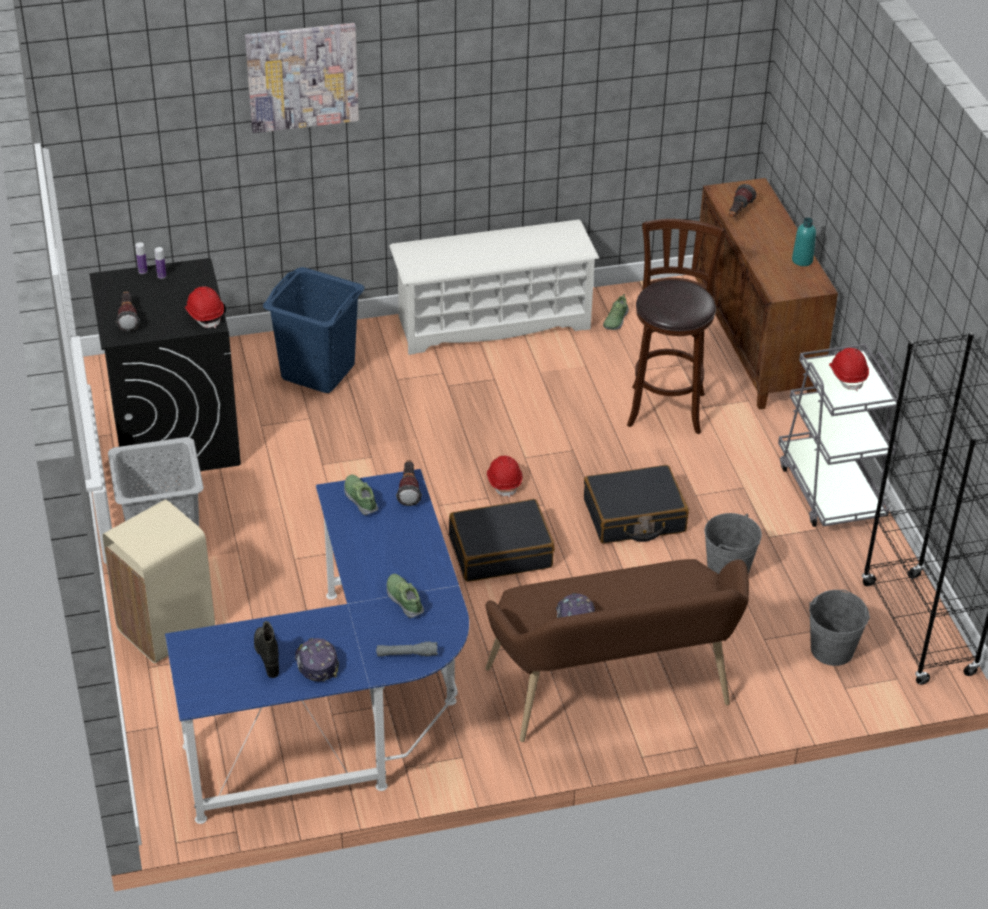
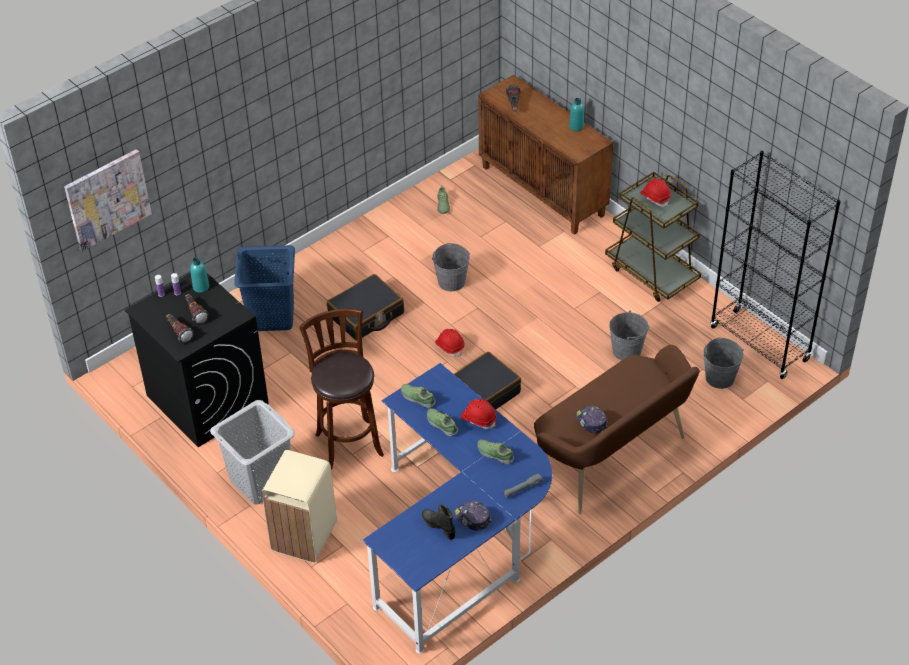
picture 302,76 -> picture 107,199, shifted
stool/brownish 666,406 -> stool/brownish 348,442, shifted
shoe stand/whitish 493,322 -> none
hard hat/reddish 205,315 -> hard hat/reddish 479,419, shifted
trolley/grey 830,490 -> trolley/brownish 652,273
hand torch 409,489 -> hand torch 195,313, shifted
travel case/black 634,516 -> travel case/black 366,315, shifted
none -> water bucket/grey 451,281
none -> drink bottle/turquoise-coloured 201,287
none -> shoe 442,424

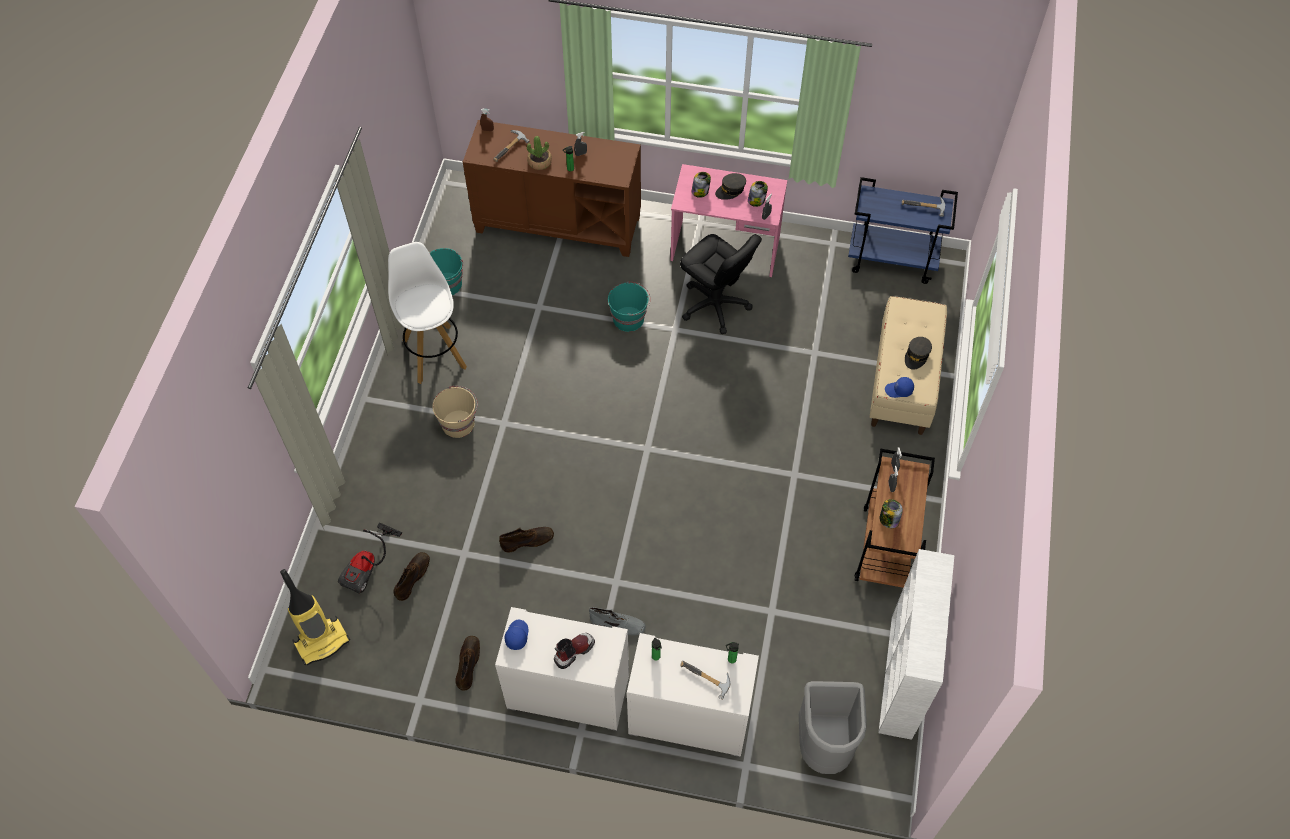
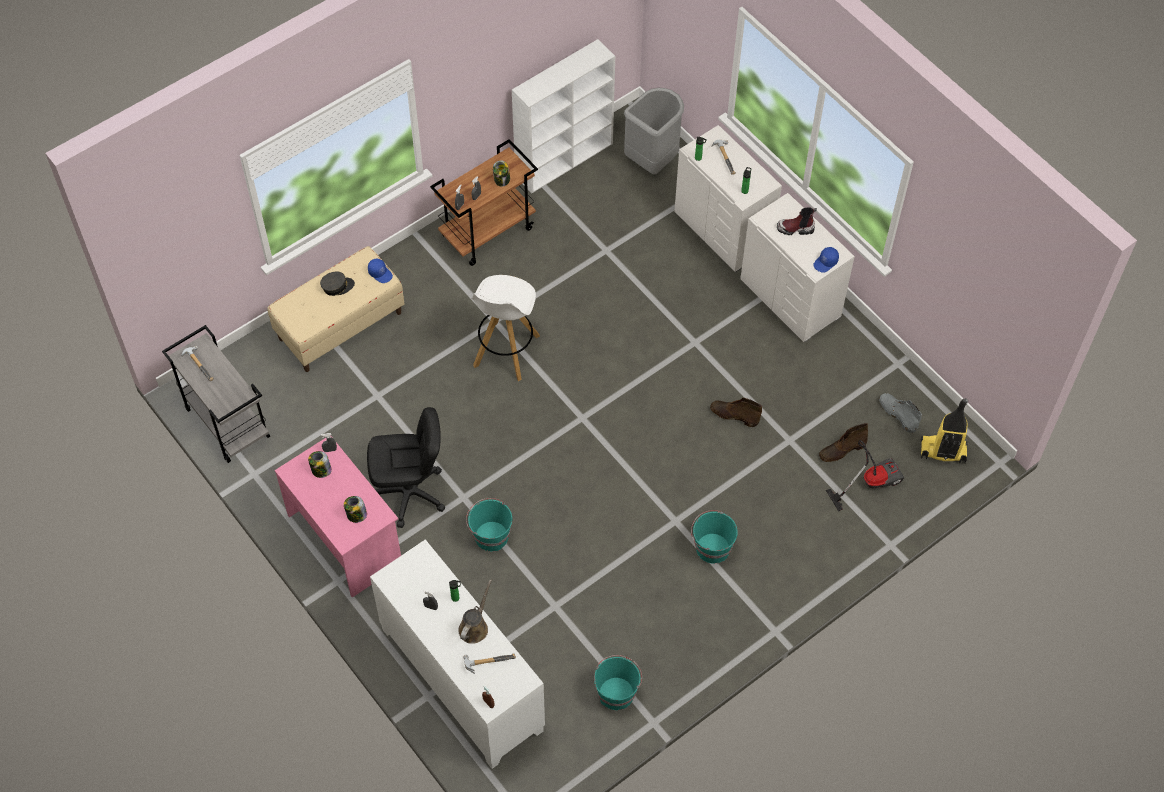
cabinet/brownish 558,223 -> cabinet/whitish 460,680
houseplant 540,162 -> watering can/brownish 474,627
peaked cap/grey 730,190 -> none
trolley/blue 892,260 -> trolley/grey 226,422
desk chair/black 715,305 -> desk chair/black 410,493, 90 degrees clockwise
stool/whitish 434,352 -> stool/whitish 506,351, shifted
water bucket/beige 459,423 -> water bucket/turquoise-coloured 712,548
tall boot/grey 618,624 -> tall boot/grey 897,414, shifted
tall boot/brownish 468,663 -> none

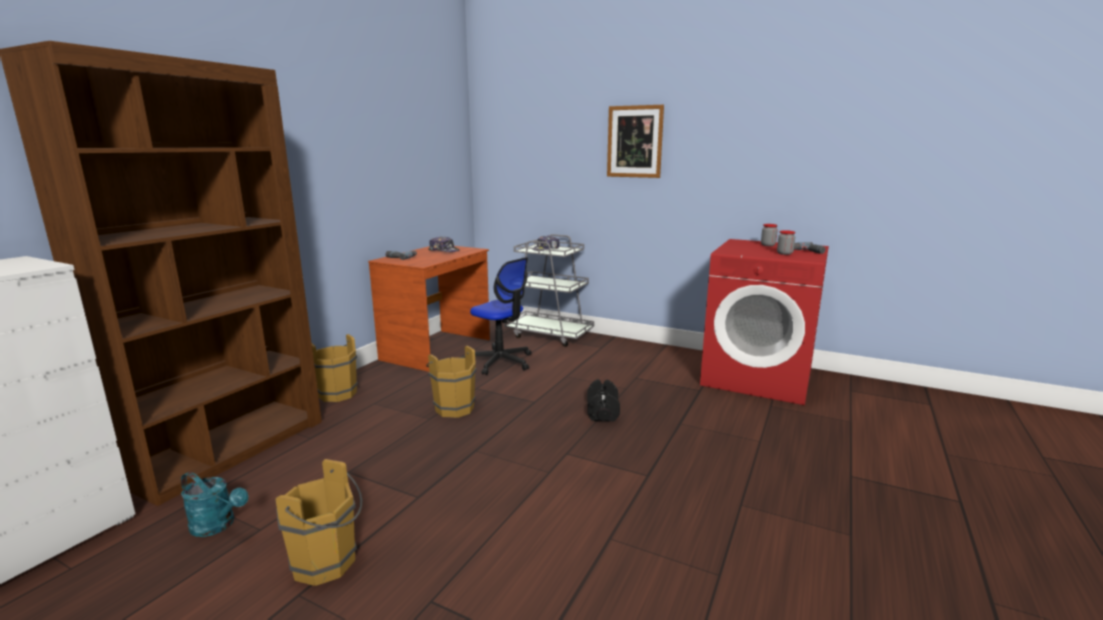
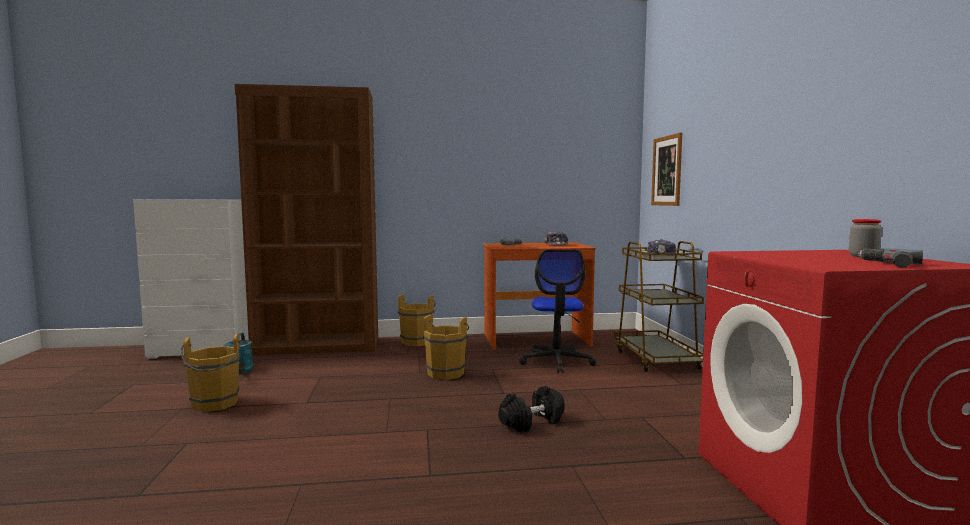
picture 634,141 -> picture 667,171, shifted
jar 784,253 -> none
trolley/grey 549,335 -> trolley/brownish 656,359

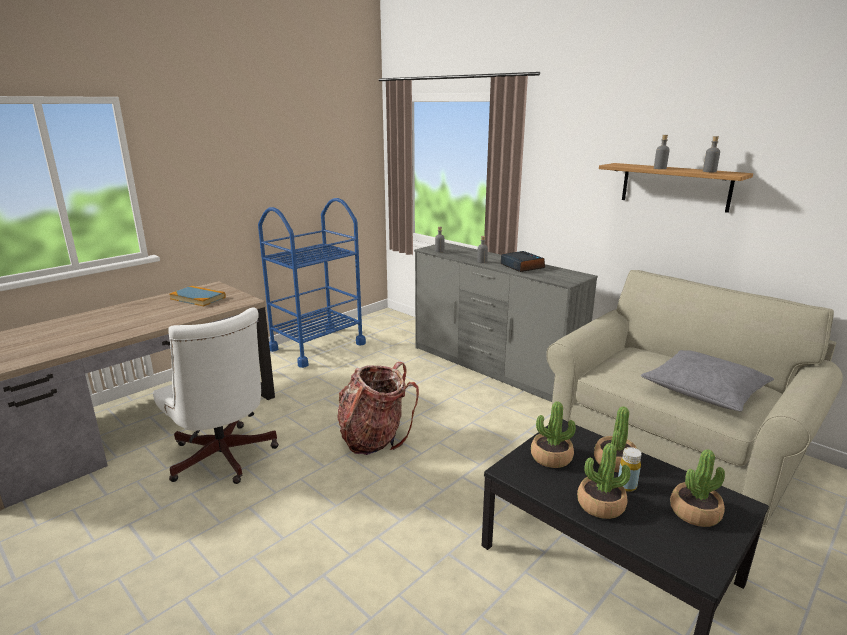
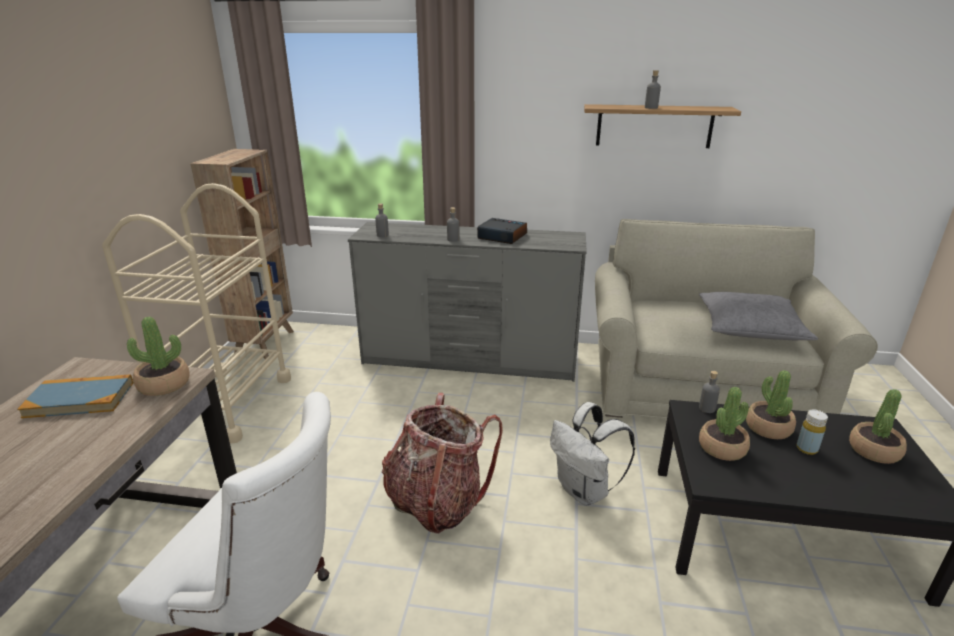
drink bottle/grey 709,171 -> drink bottle/grey 707,408, shifted
trolley/blue 317,346 -> trolley/beige 226,404
houseplant 600,505 -> houseplant 164,384, shifted
none -> bookshelf/brownish 266,342
none -> rucksack/whitish 585,491

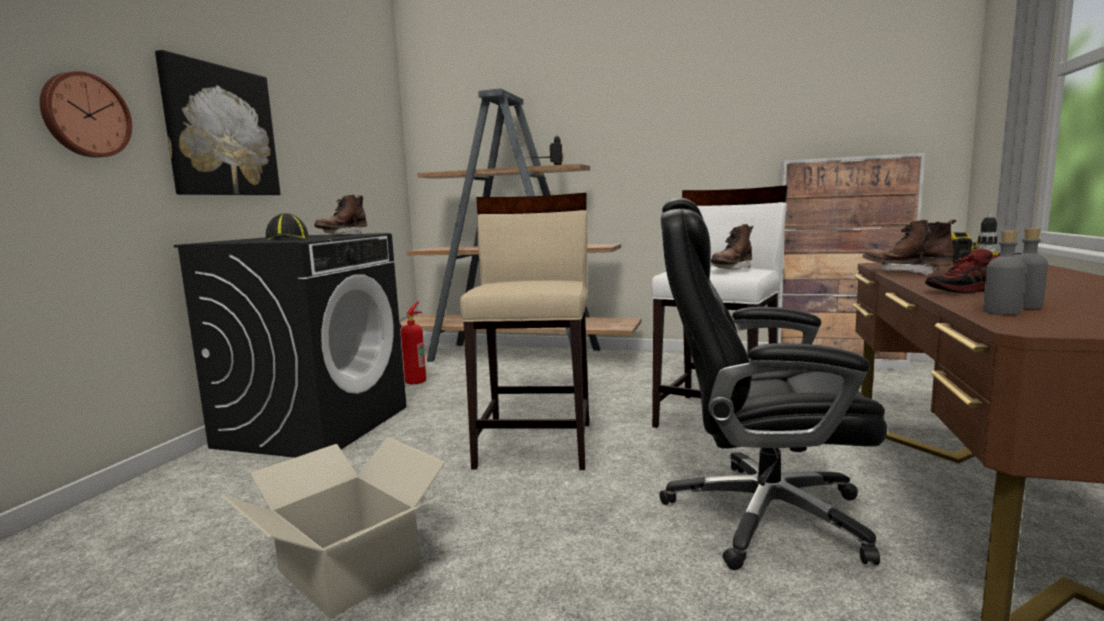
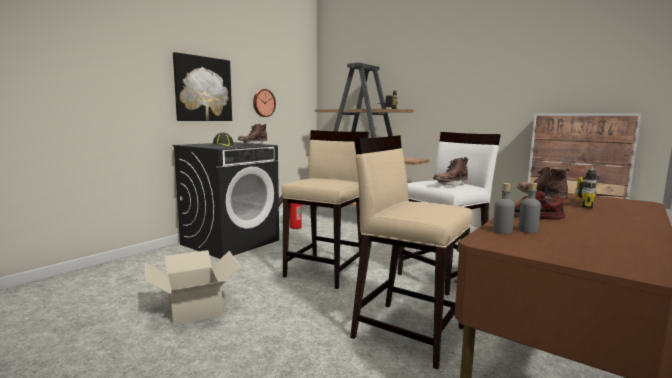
wall clock 85,115 -> wall clock 263,103, shifted
desk chair/black 760,515 -> stool/beige 407,331

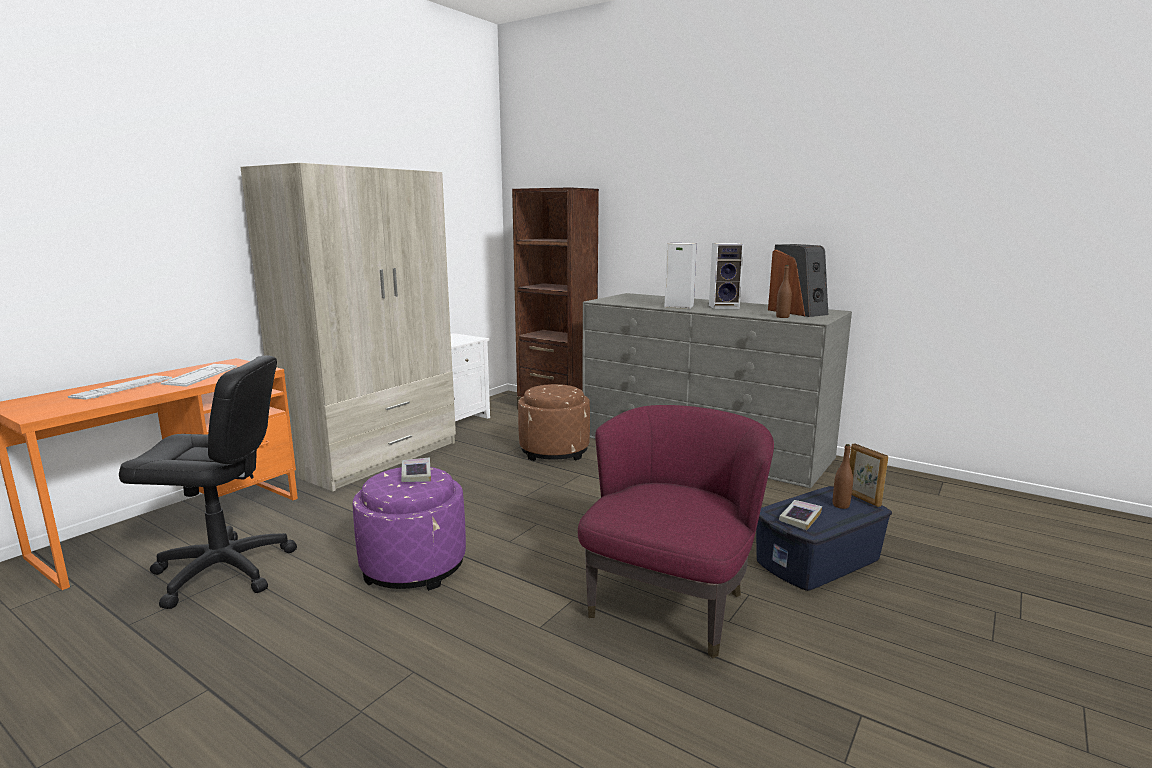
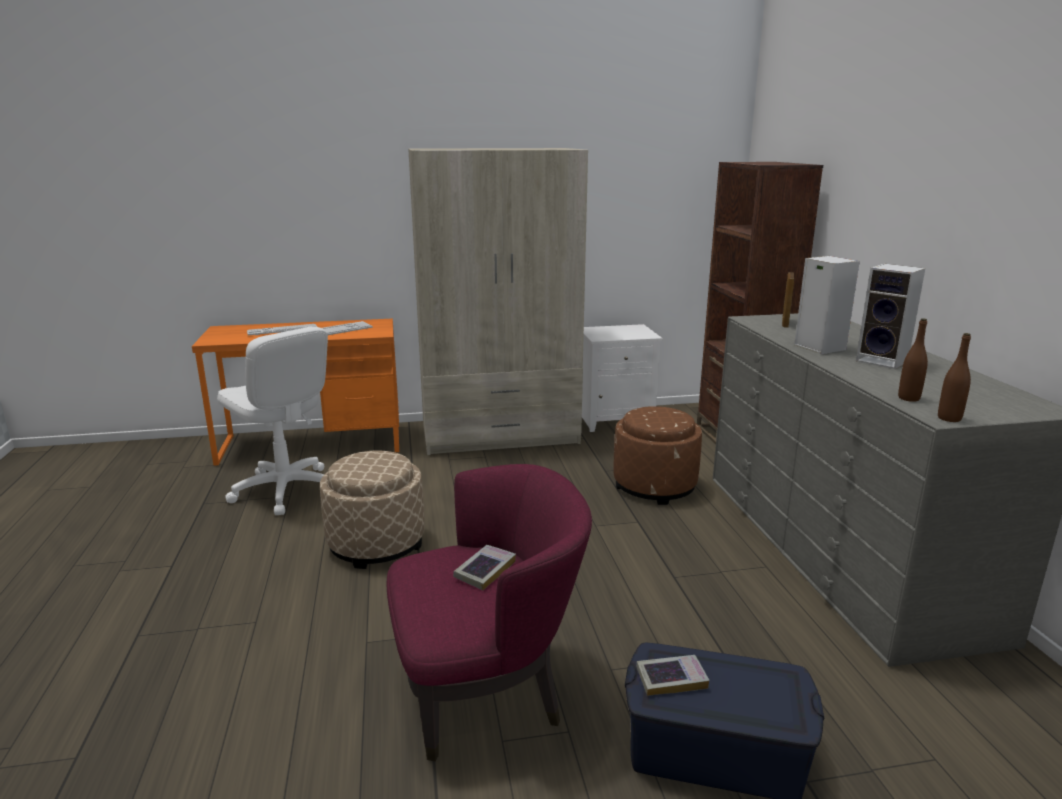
speaker 797,312 -> none
desk chair/black 223,571 -> desk chair/whitish 285,490
drink bottle/brownish 840,505 -> drink bottle/brownish 949,418, shifted
picture frame 862,499 -> picture frame 785,323, shifted
volume 416,474 -> volume 485,571, shifted
ottoman/purple-coloured 413,566 -> ottoman/beige 376,543

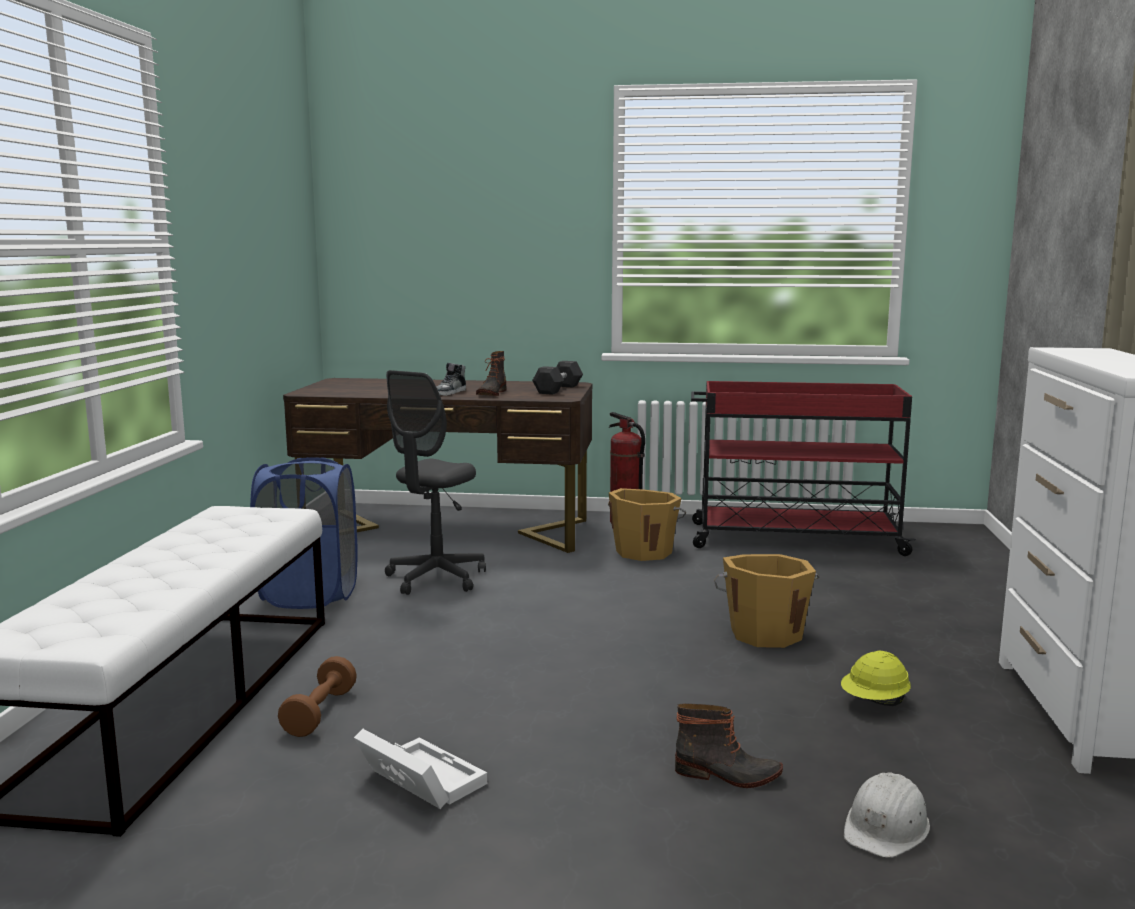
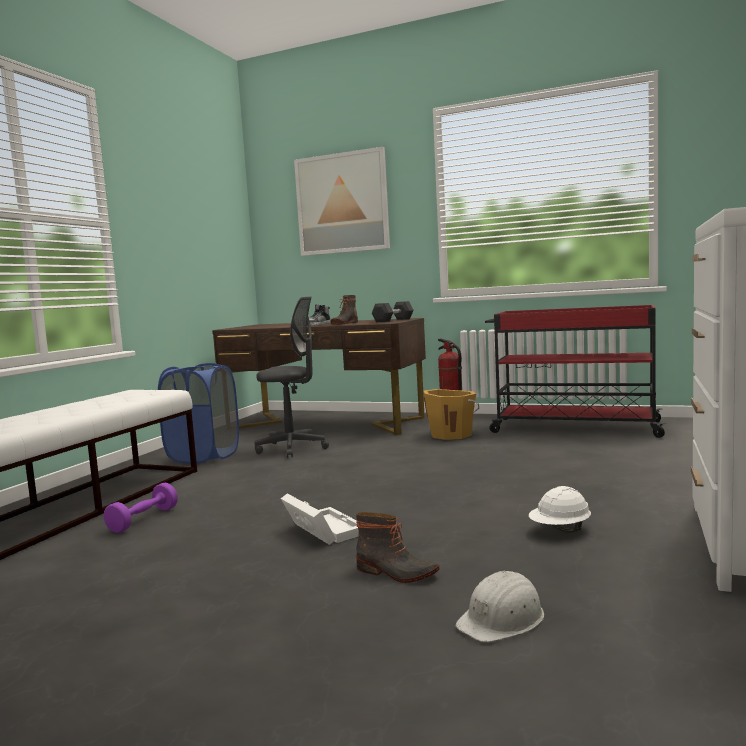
desk chair/grey 436,578 -> desk chair/grey 292,448, 120 degrees counterclockwise
water bucket/orange 765,633 -> none
hard hat/yellow-coloured 874,703 -> hard hat/whitish 560,530
hand weight/brownish 320,713 -> hand weight/purple-coloured 143,520
storage bin/whitish 418,780 -> storage bin/whitish 322,530, shifted
none -> picture 342,203

